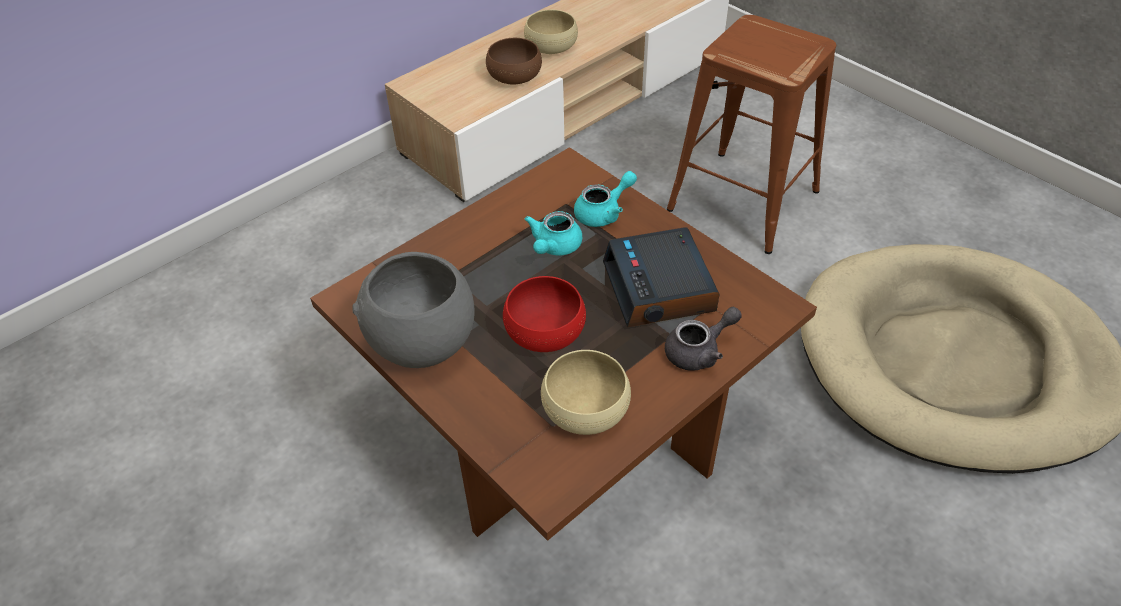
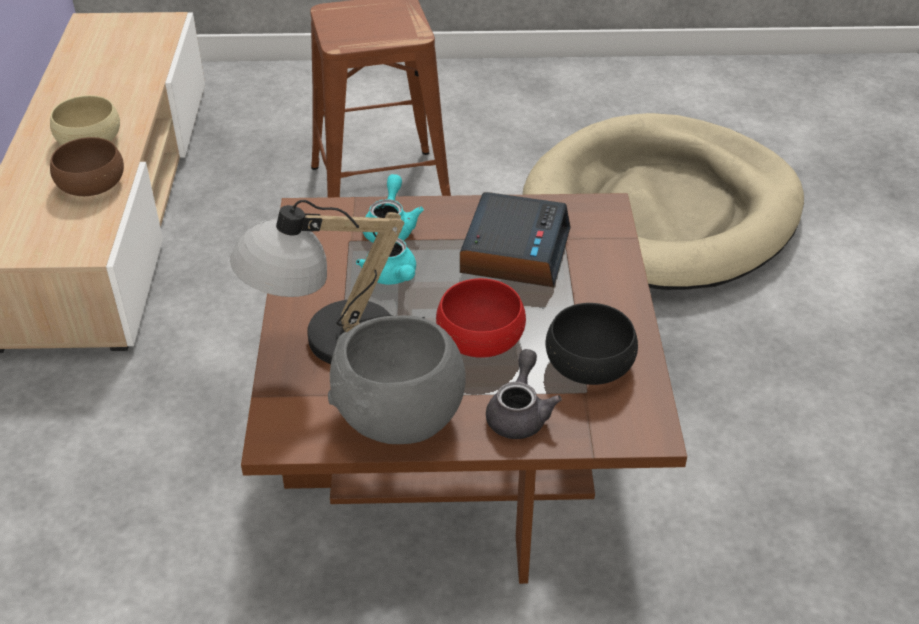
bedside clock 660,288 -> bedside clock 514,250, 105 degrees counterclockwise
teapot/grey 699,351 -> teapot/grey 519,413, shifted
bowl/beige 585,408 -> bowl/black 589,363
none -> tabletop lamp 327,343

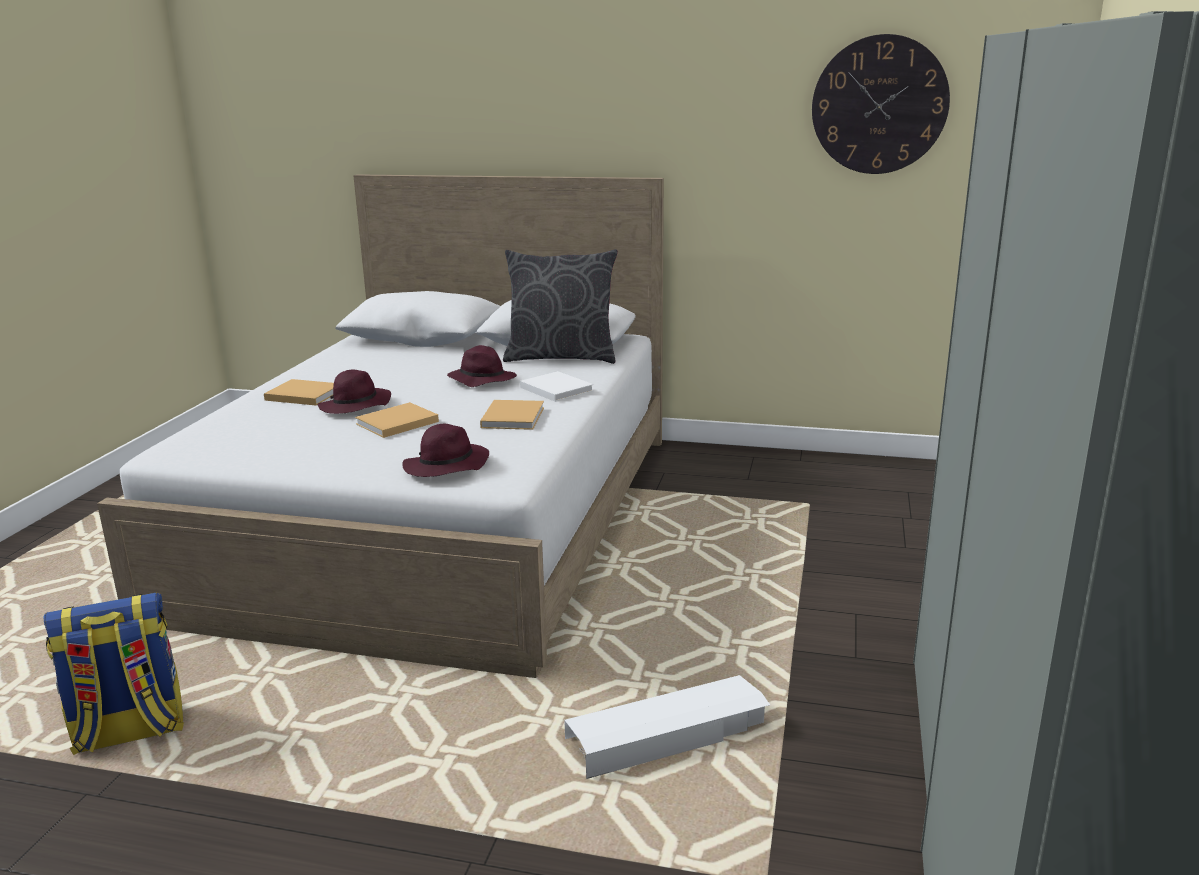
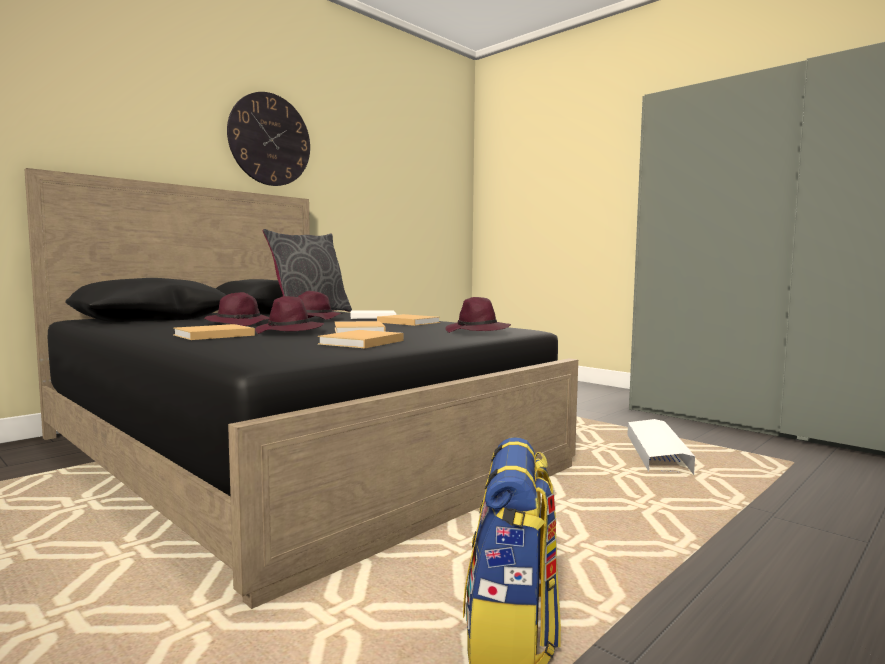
wall clock 879,105 -> wall clock 270,139, shifted
bedroom bed/whitish 443,517 -> bedroom bed/black 292,451
none -> wearable hat/purple-coloured 240,323
none -> volume/beige 360,342

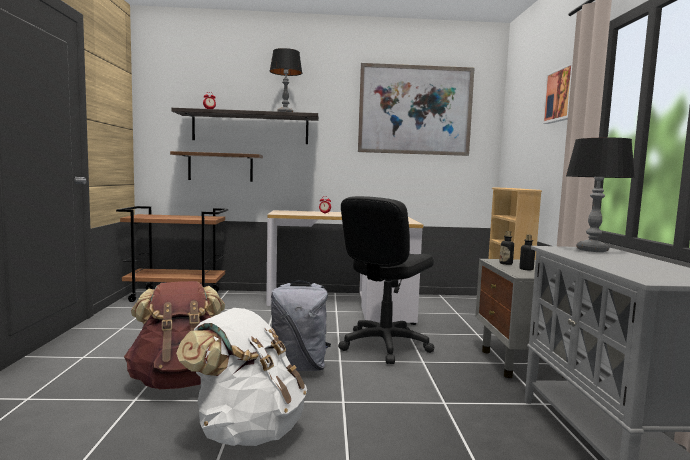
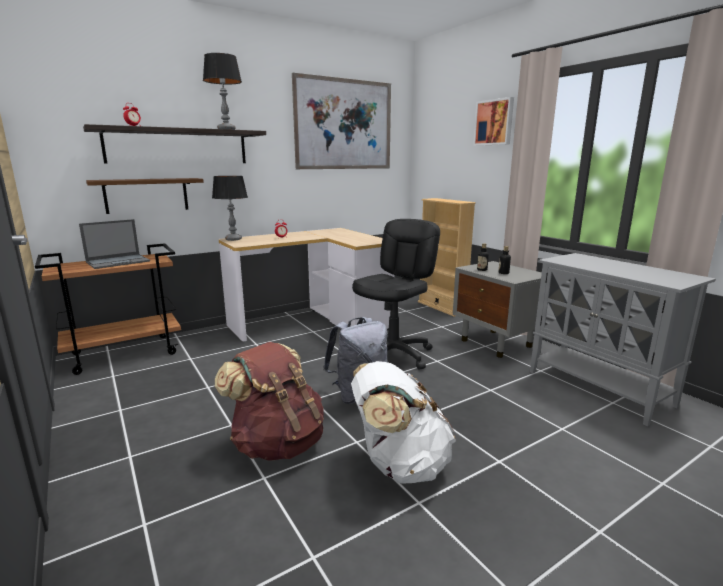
tabletop lamp 591,250 -> tabletop lamp 233,239, shifted
desk chair/black 384,345 -> desk chair/black 393,354, 150 degrees counterclockwise
none -> laptop 119,261

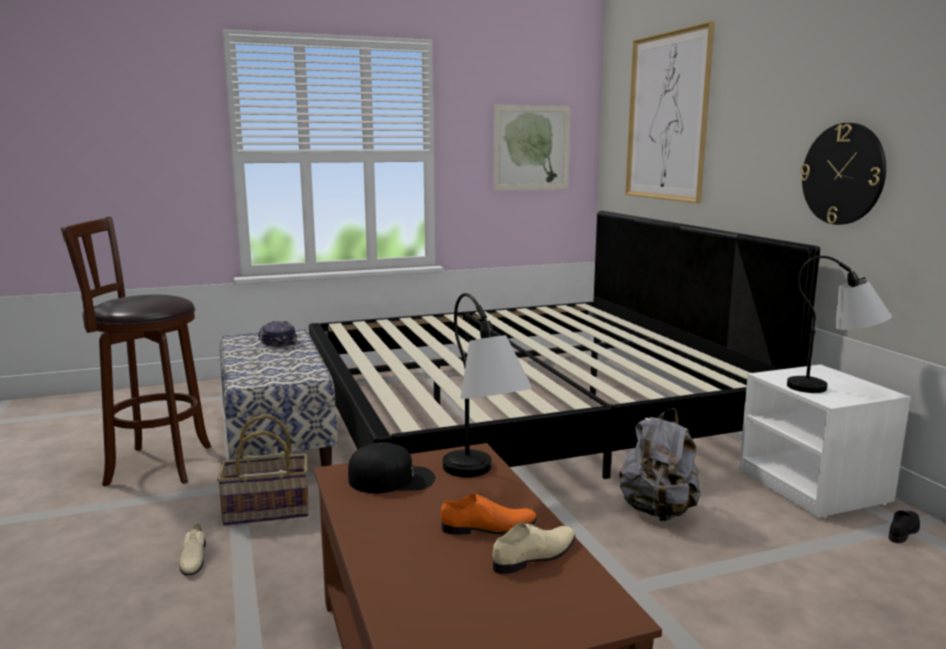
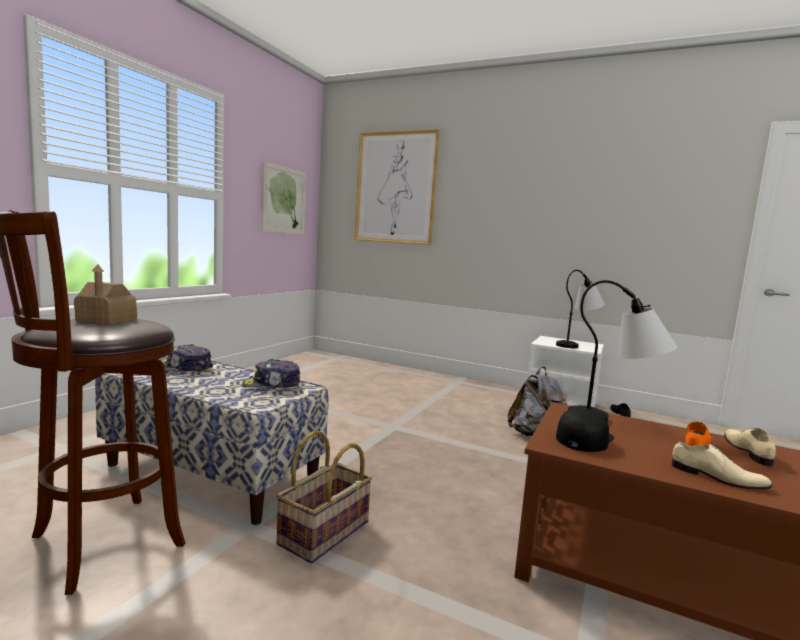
wall clock 843,174 -> none
bedroom bed 522,411 -> none
shoe/beige 193,558 -> shoe/beige 718,477, shifted
none -> toy house 107,320
none -> peaked cap 272,385

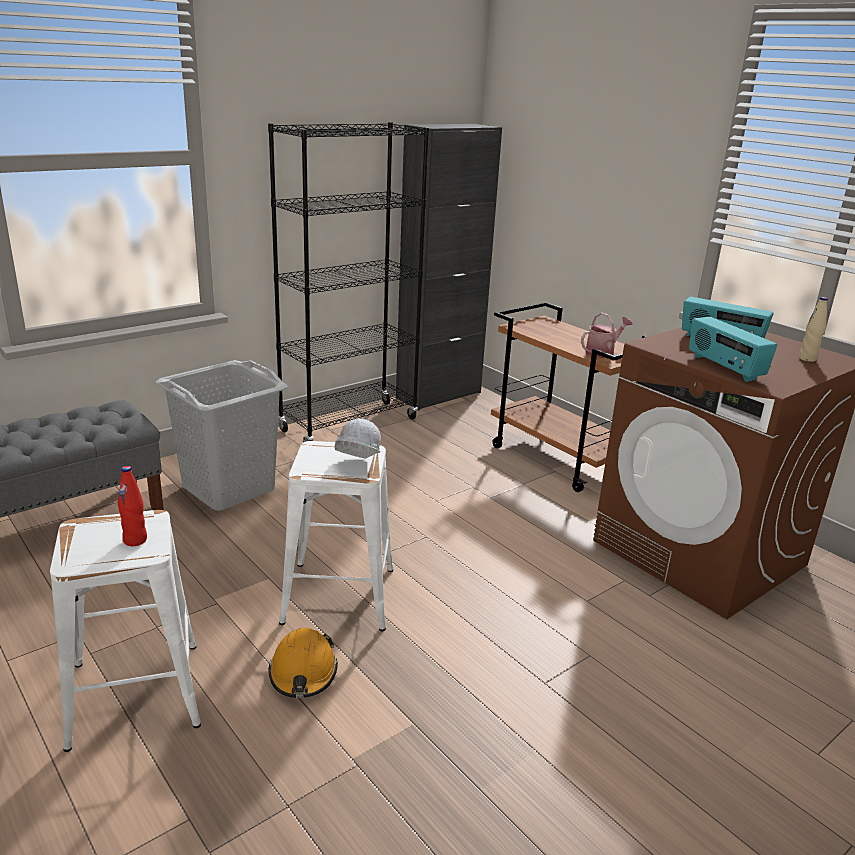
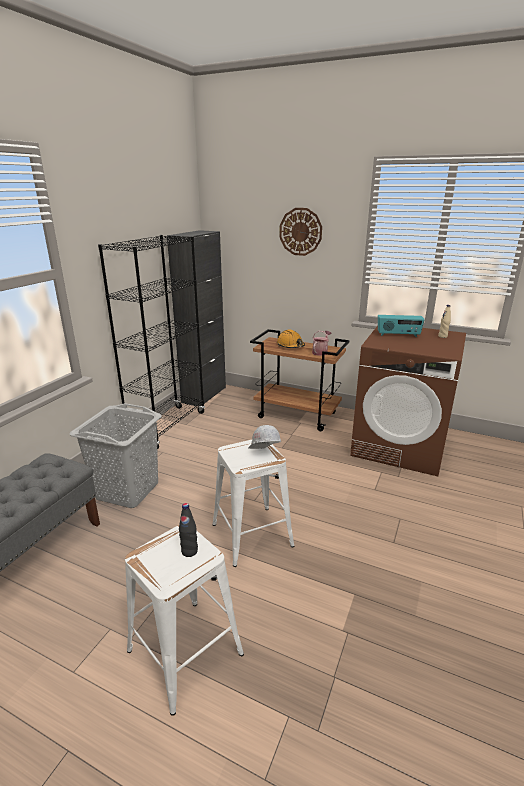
radio 724,368 -> none
drink bottle/reddish 135,540 -> drink bottle/black 189,551
hard hat/orange 303,673 -> hard hat/orange 290,346, shifted
none -> wall clock 300,232

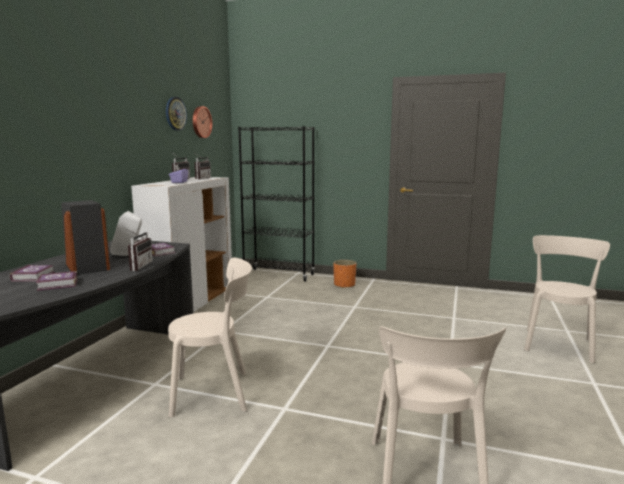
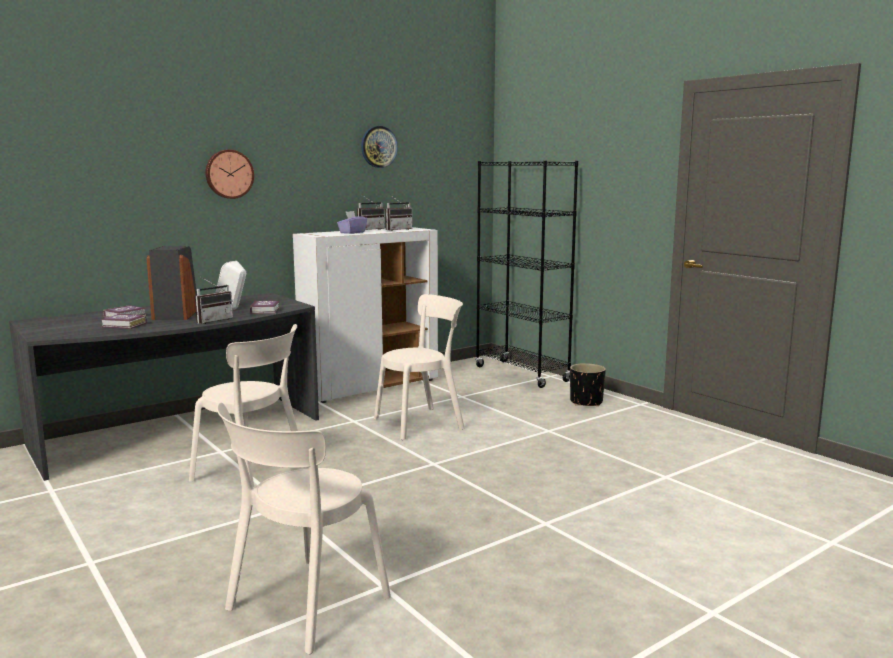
wall clock 201,122 -> wall clock 229,174, shifted
upright chair/beige 558,343 -> upright chair/beige 422,423, shifted
flower pot/orange 344,285 -> flower pot/black 586,402

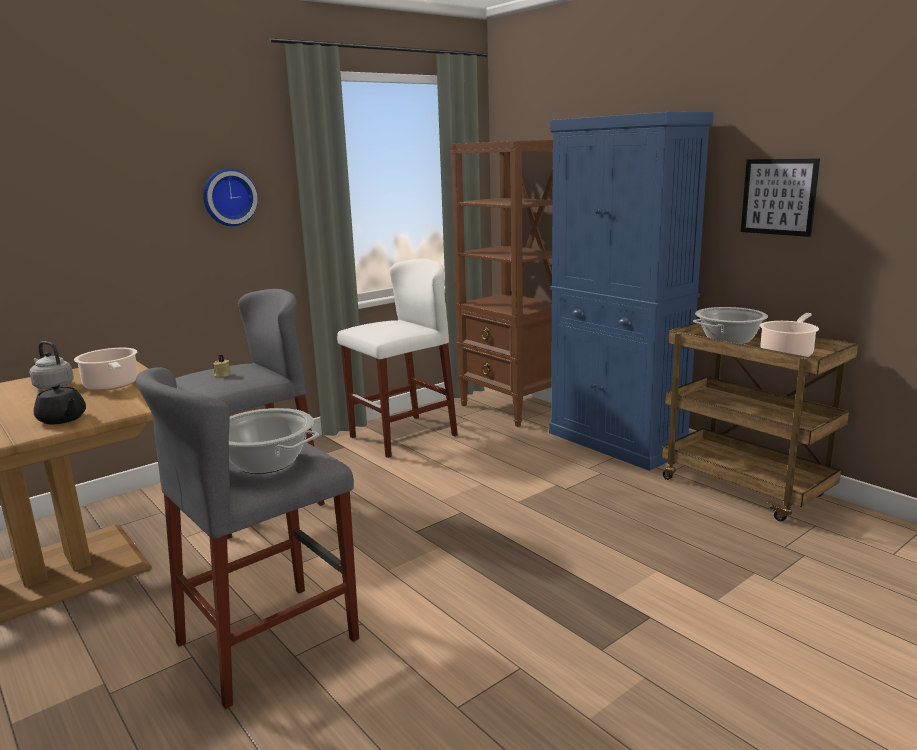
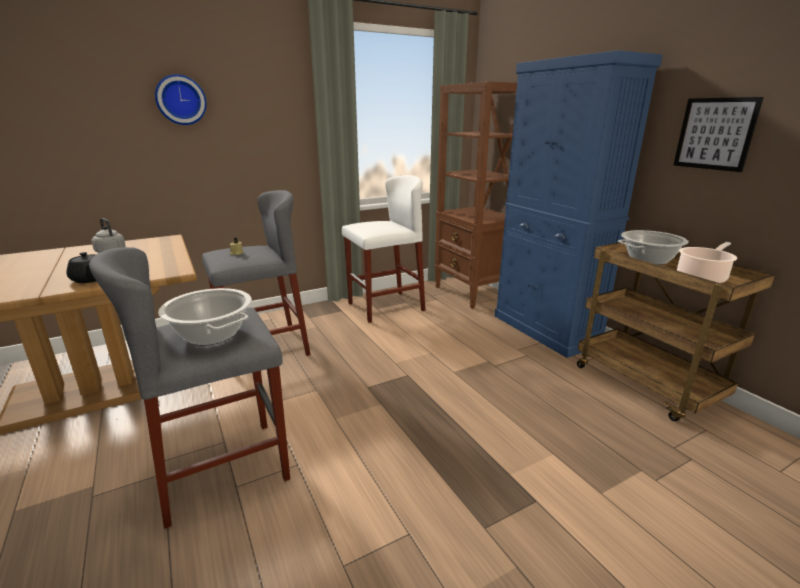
wall clock 228,197 -> wall clock 181,100, shifted
cooking pot 112,385 -> none

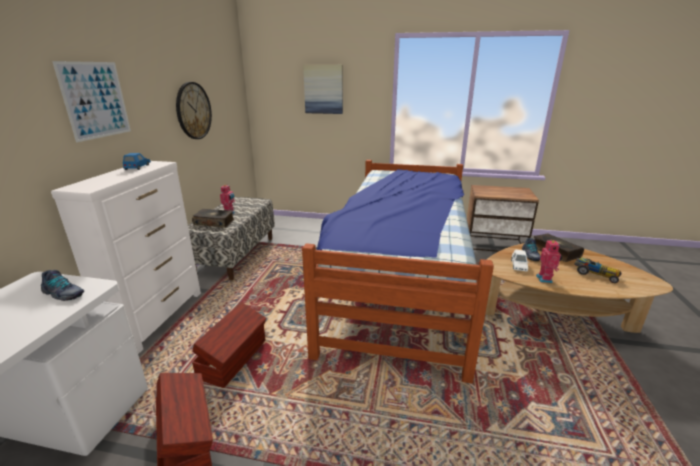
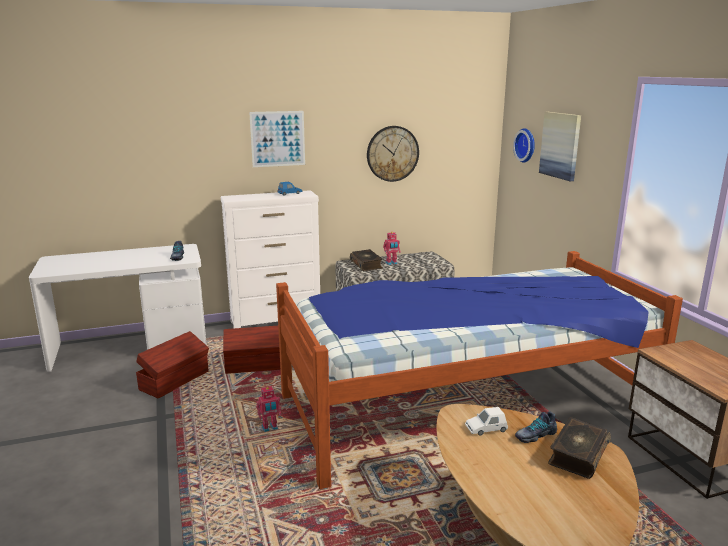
robot figure 545,279 -> robot figure 270,429, shifted
model car 595,274 -> none
none -> wall clock 526,145

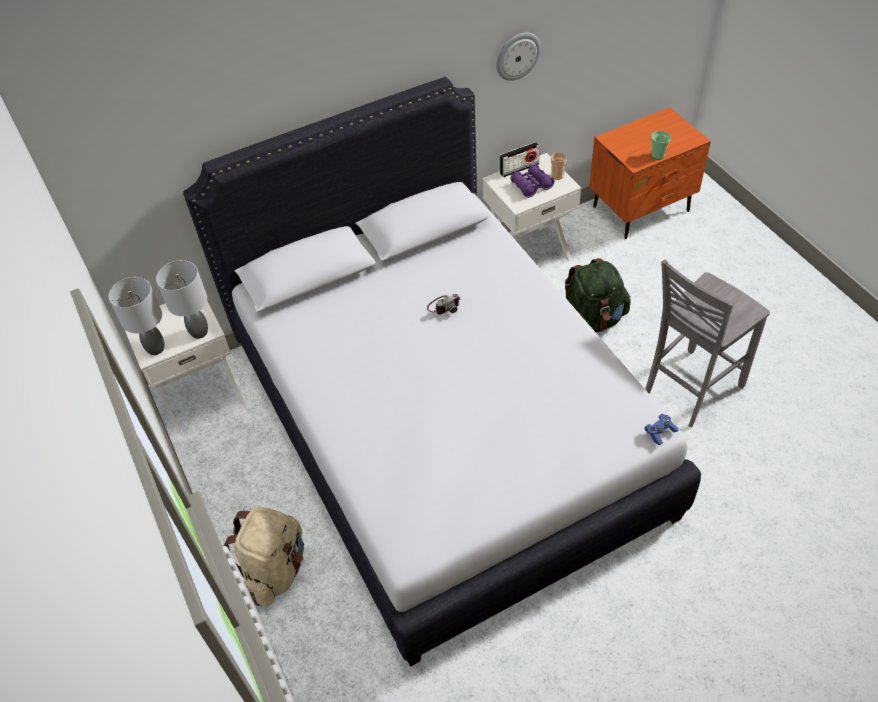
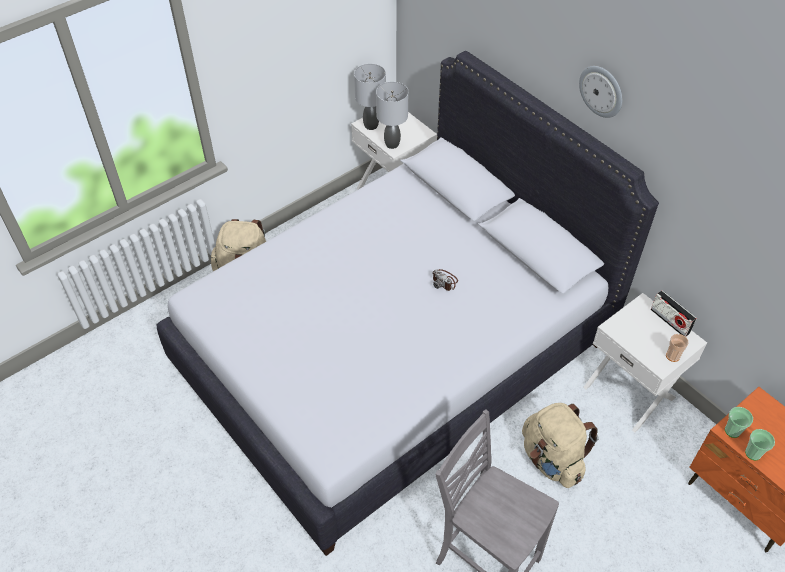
wall clock 517,56 -> wall clock 601,91, shifted
pair of binoculars/purple-coloured 532,186 -> none
rucksack/greenish 591,321 -> rucksack/beige 552,459
game controller/blue 660,432 -> none
none -> cup 732,431

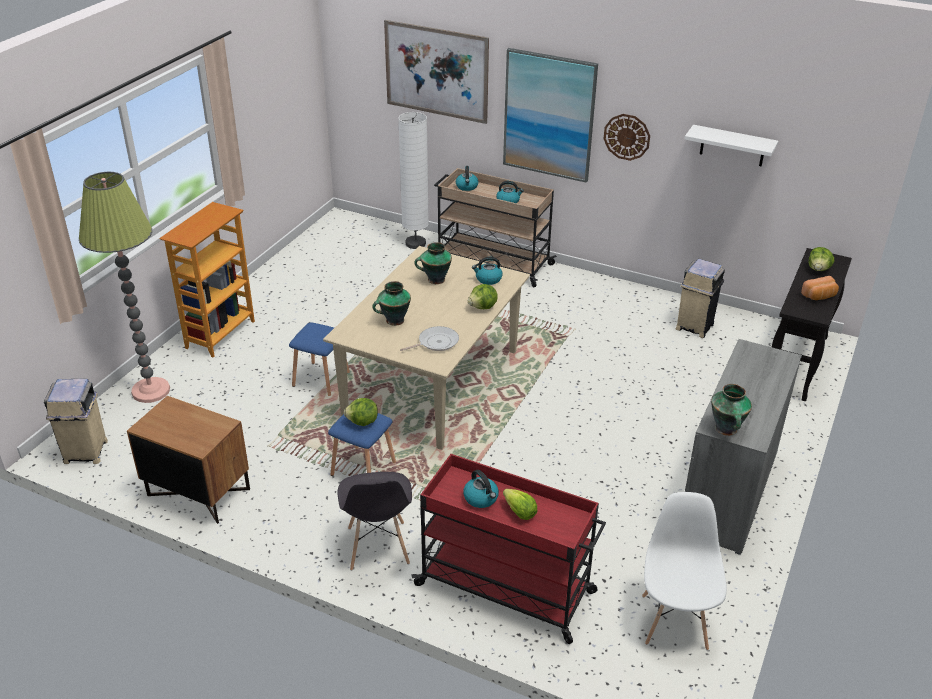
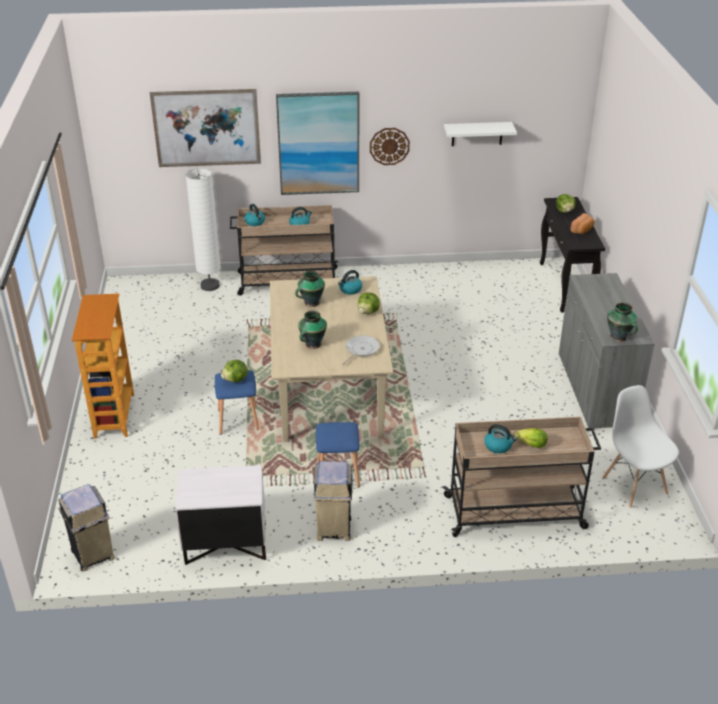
floor lamp 151,391 -> none
waste bin/beige 695,326 -> waste bin/beige 334,528, shifted
bedside table/brownish 197,493 -> bedside table/whitish 225,545
lettuce 362,422 -> lettuce 235,380, shifted
trolley/reddish 507,589 -> trolley/beige 516,512
upright chair/grey 378,547 -> none

